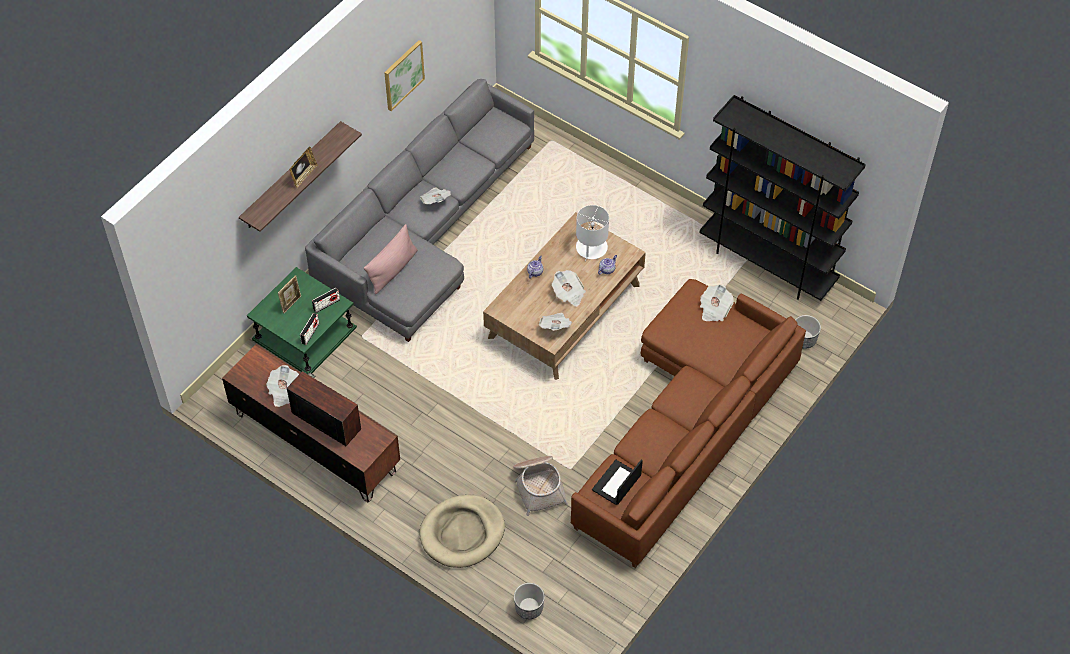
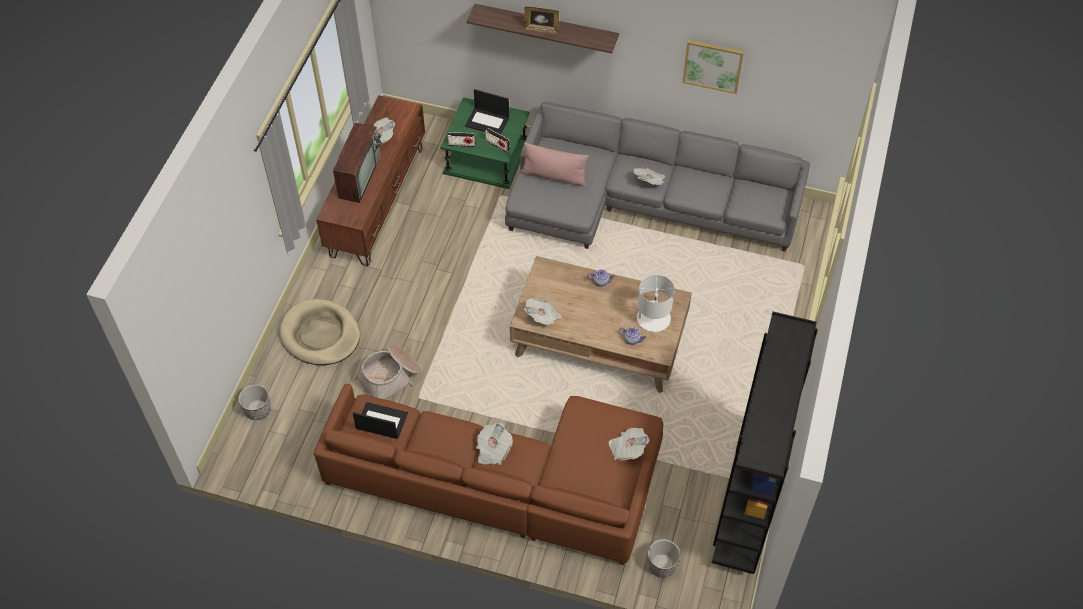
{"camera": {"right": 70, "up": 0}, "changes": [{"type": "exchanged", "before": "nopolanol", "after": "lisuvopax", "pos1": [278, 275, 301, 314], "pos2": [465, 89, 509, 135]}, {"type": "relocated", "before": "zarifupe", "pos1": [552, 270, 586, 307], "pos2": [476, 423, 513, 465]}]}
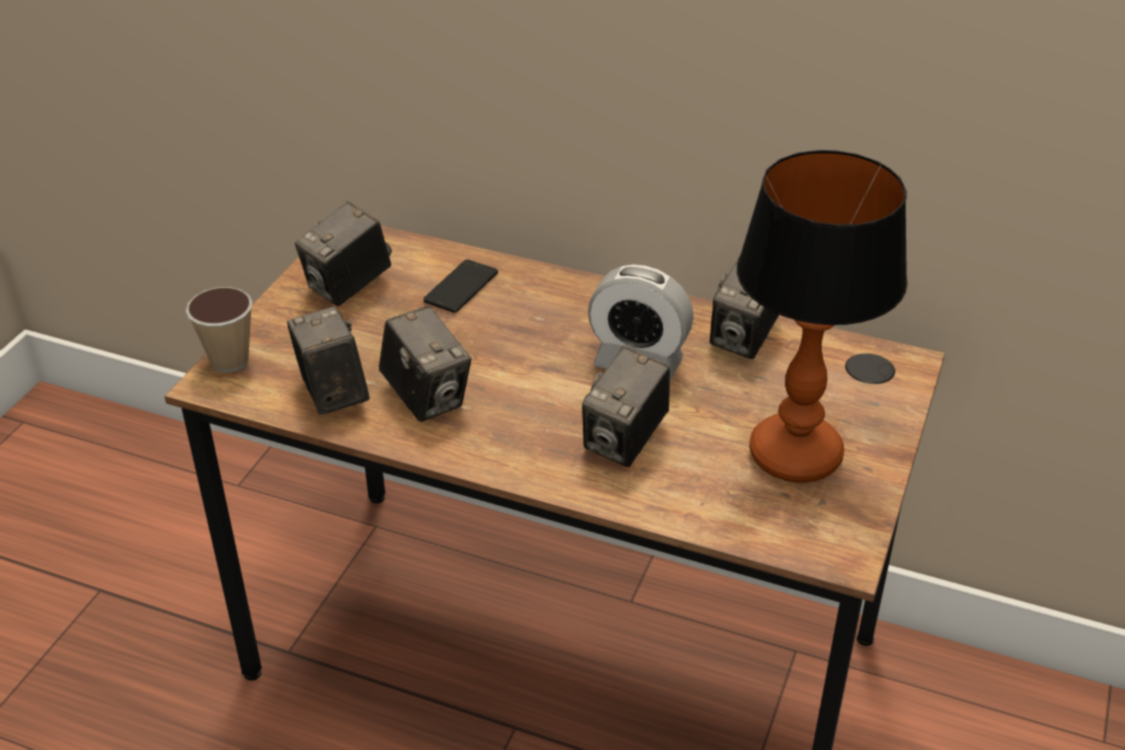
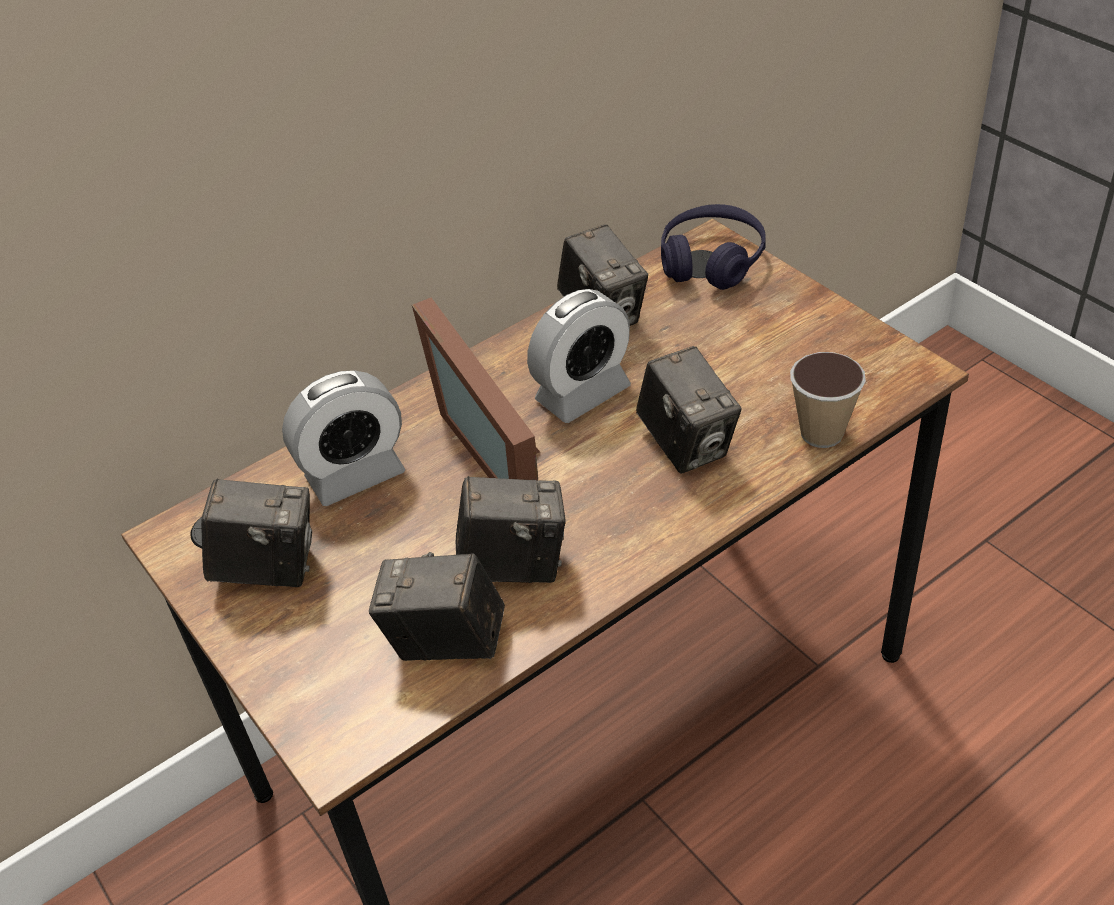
{"camera": {"right": -55, "up": 5}, "changes": [{"type": "spun", "before": "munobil", "pos1": [295, 201, 391, 306], "pos2": [201, 479, 312, 587], "turn": -75}, {"type": "exchanged", "before": "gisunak", "after": "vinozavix", "pos1": [423, 259, 498, 313], "pos2": [282, 370, 406, 506]}, {"type": "appeared", "after": "nopolanol", "pos2": [412, 298, 540, 480]}, {"type": "appeared", "after": "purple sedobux", "pos2": [661, 204, 766, 290]}, {"type": "relocated", "before": "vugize", "pos1": [186, 287, 252, 373], "pos2": [790, 352, 866, 448]}, {"type": "missing", "before": "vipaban", "pos1": [737, 150, 908, 483]}]}
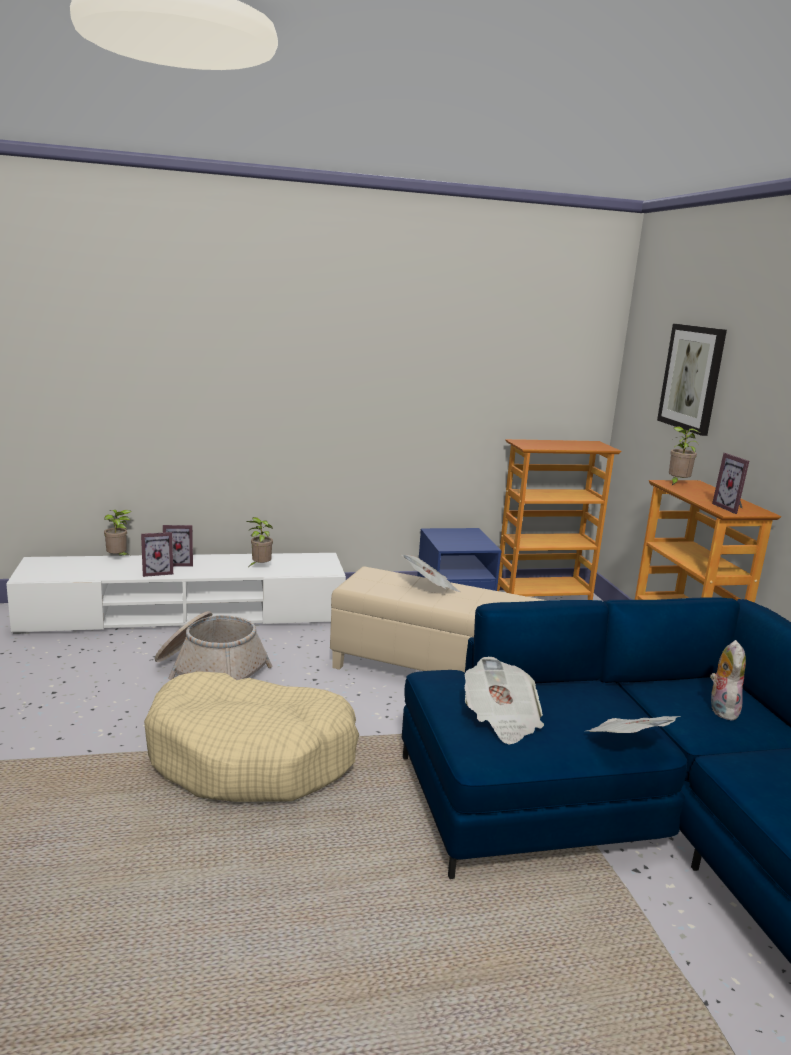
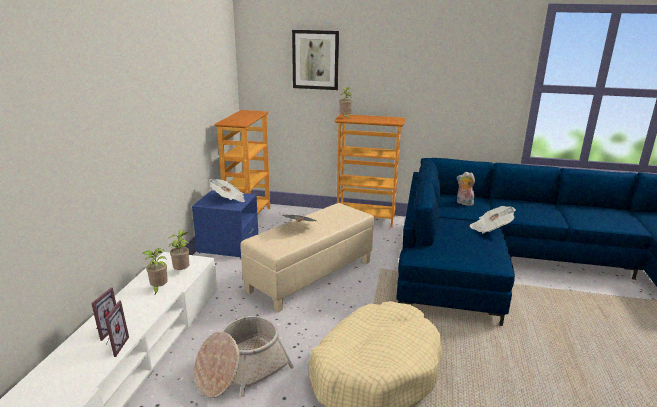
{"camera": {"right": -65, "up": 5}, "changes": [{"type": "relocated", "before": "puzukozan", "pos1": [104, 510, 131, 555], "pos2": [169, 230, 189, 270]}, {"type": "relocated", "before": "zarifupe", "pos1": [464, 657, 544, 745], "pos2": [209, 179, 245, 202]}, {"type": "missing", "before": "nopolanol", "pos1": [712, 453, 749, 514]}]}
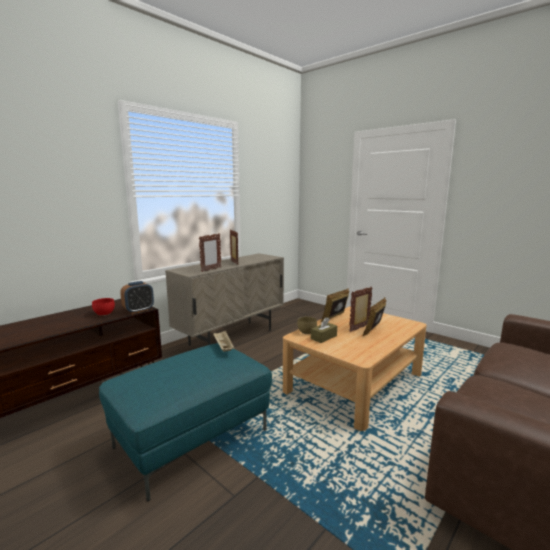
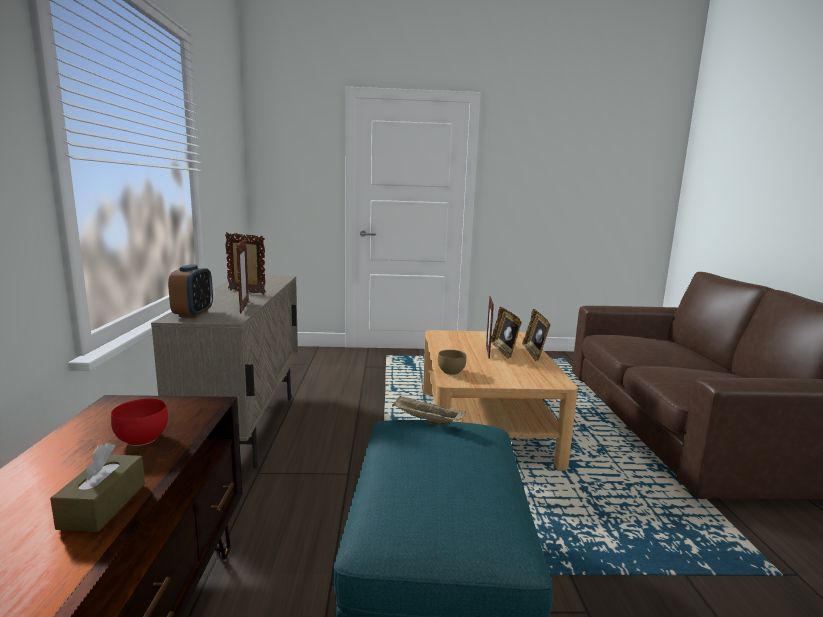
{"camera": {"right": -45, "up": 0}, "changes": [{"type": "relocated", "before": "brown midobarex", "pos1": [311, 317, 337, 343], "pos2": [50, 443, 145, 532]}, {"type": "relocated", "before": "vinozavix", "pos1": [120, 281, 154, 314], "pos2": [168, 264, 213, 318]}, {"type": "relocated", "before": "nopolanol", "pos1": [321, 288, 349, 322], "pos2": [522, 309, 550, 361]}]}
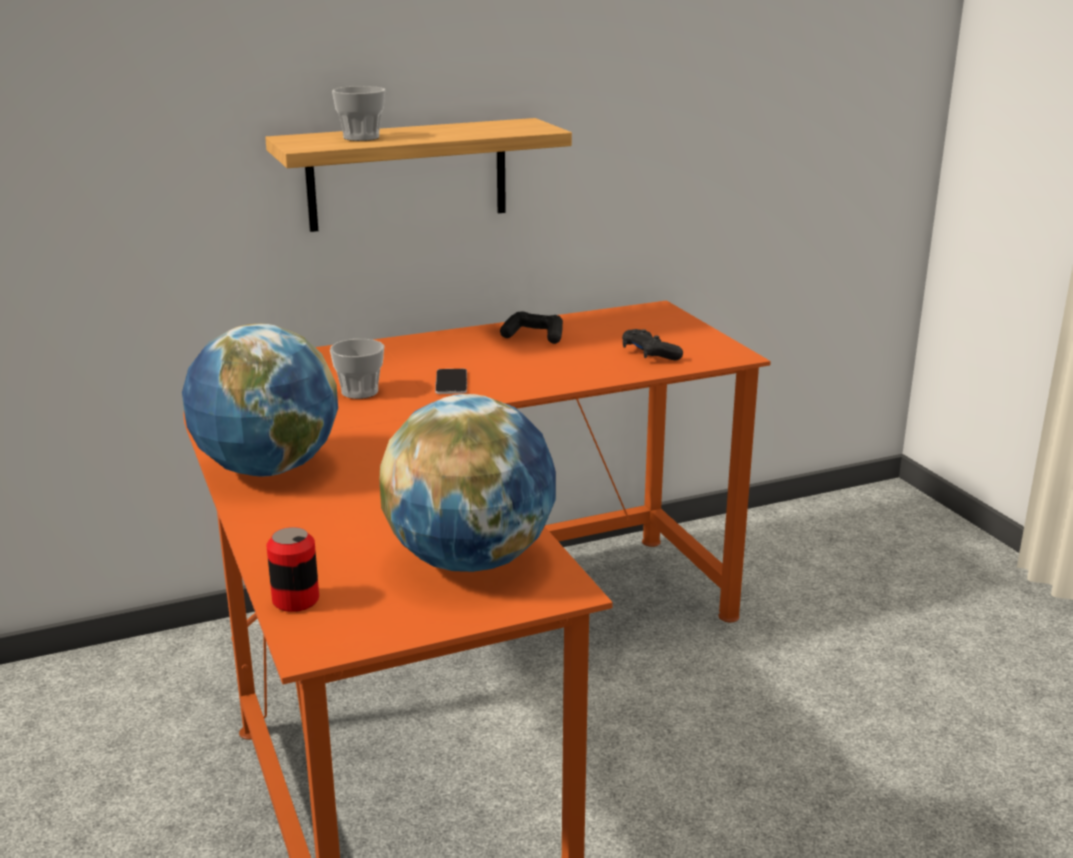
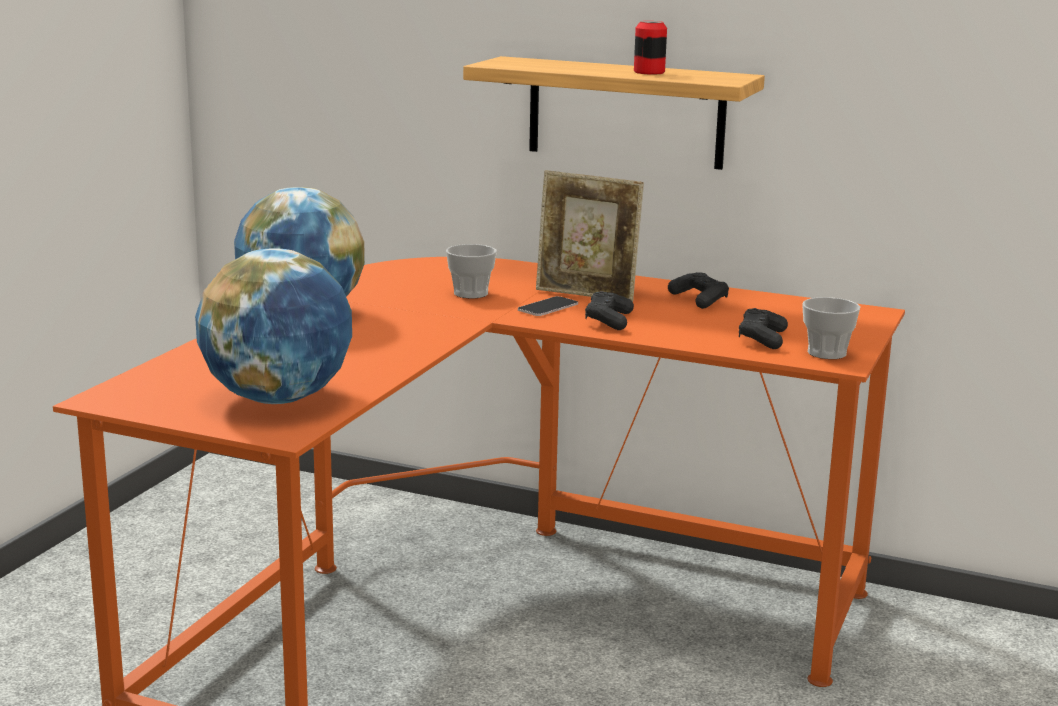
{"camera": {"right": 45, "up": -5}, "changes": [{"type": "appeared", "after": "nopolanol", "pos2": [536, 170, 644, 302]}, {"type": "appeared", "after": "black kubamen", "pos2": [585, 291, 634, 330]}, {"type": "relocated", "before": "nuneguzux", "pos1": [266, 527, 319, 612], "pos2": [634, 21, 667, 75]}, {"type": "relocated", "before": "vugize", "pos1": [332, 86, 385, 141], "pos2": [802, 297, 860, 359]}]}
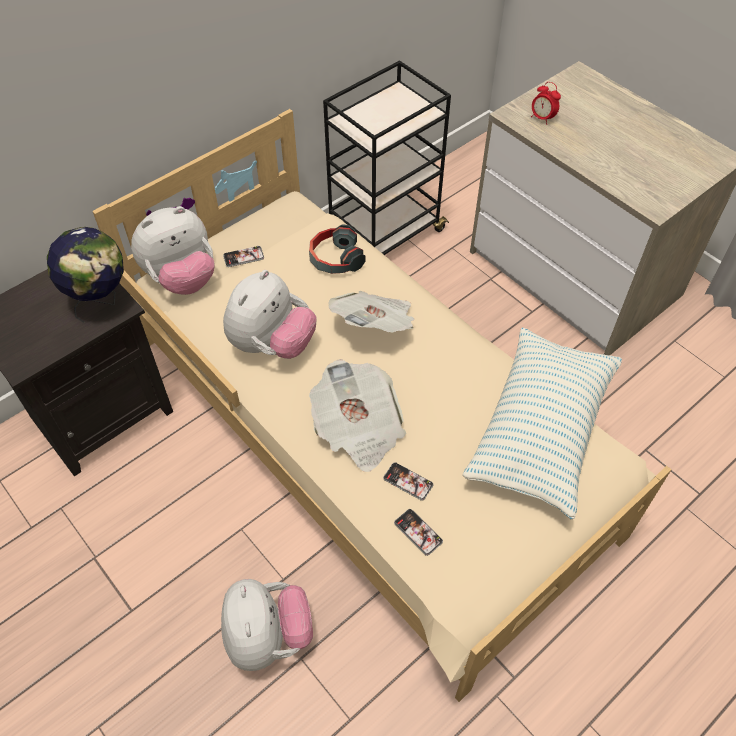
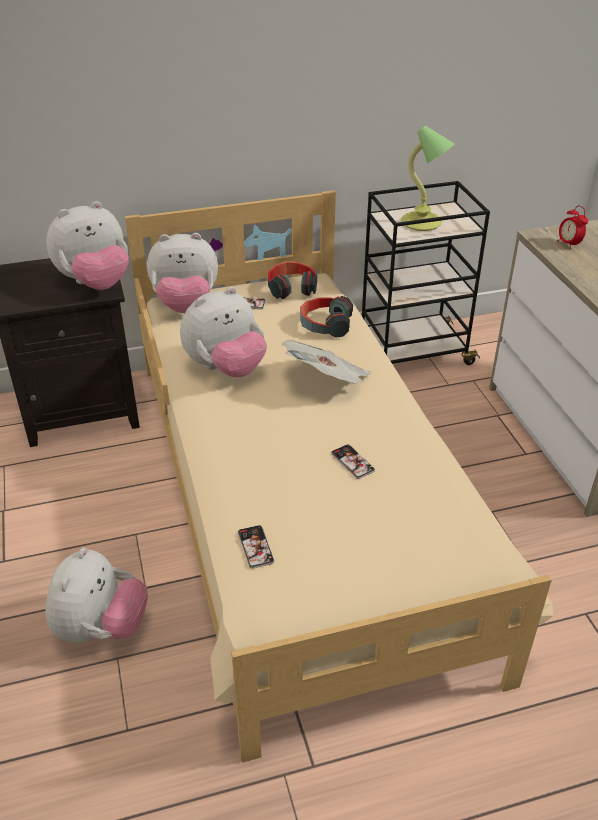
{"camera": {"right": 25, "up": -15}, "changes": [{"type": "exchanged", "before": "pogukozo", "after": "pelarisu", "pos1": [47, 227, 124, 323], "pos2": [46, 201, 129, 290]}, {"type": "appeared", "after": "sedobux", "pos2": [268, 261, 317, 299]}, {"type": "relocated", "before": "gisunak", "pos1": [383, 462, 433, 501], "pos2": [331, 444, 375, 479]}, {"type": "appeared", "after": "vipaban", "pos2": [401, 125, 454, 231]}, {"type": "missing", "before": "zarifupe", "pos1": [309, 359, 406, 472]}, {"type": "missing", "before": "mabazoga", "pos1": [462, 328, 622, 519]}]}
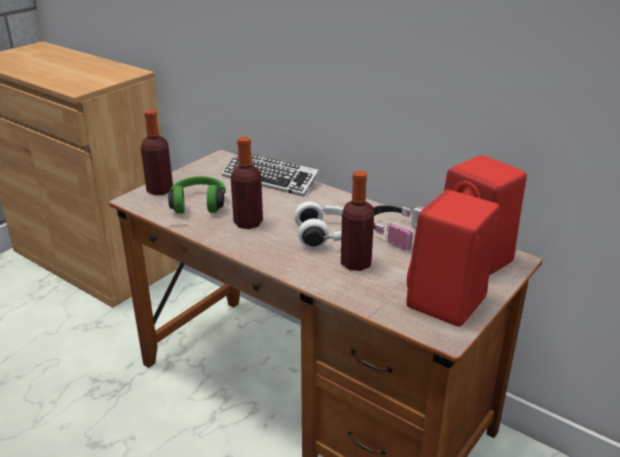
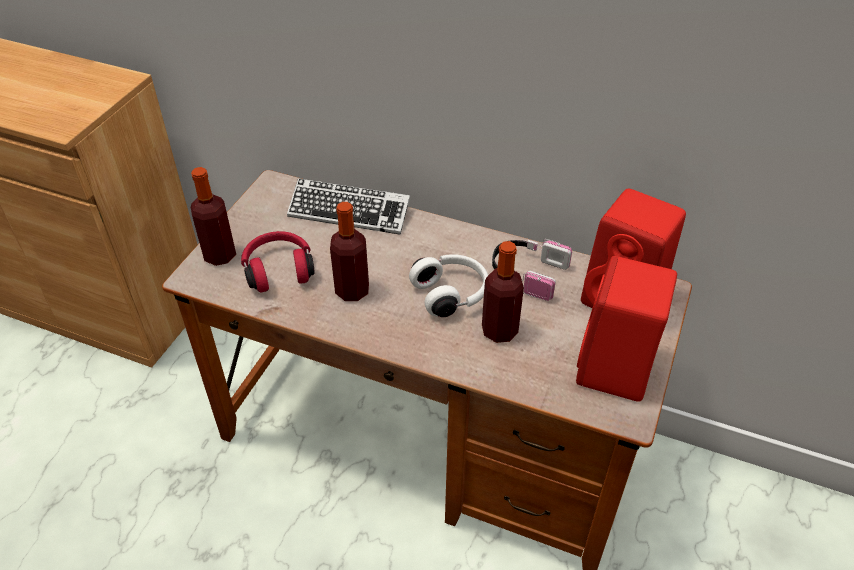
{"camera": {"right": -15, "up": 15}, "changes": [{"type": "colour", "before": "green sedobux", "after": "red sedobux", "pos1": [168, 176, 226, 214], "pos2": [241, 231, 315, 292]}]}
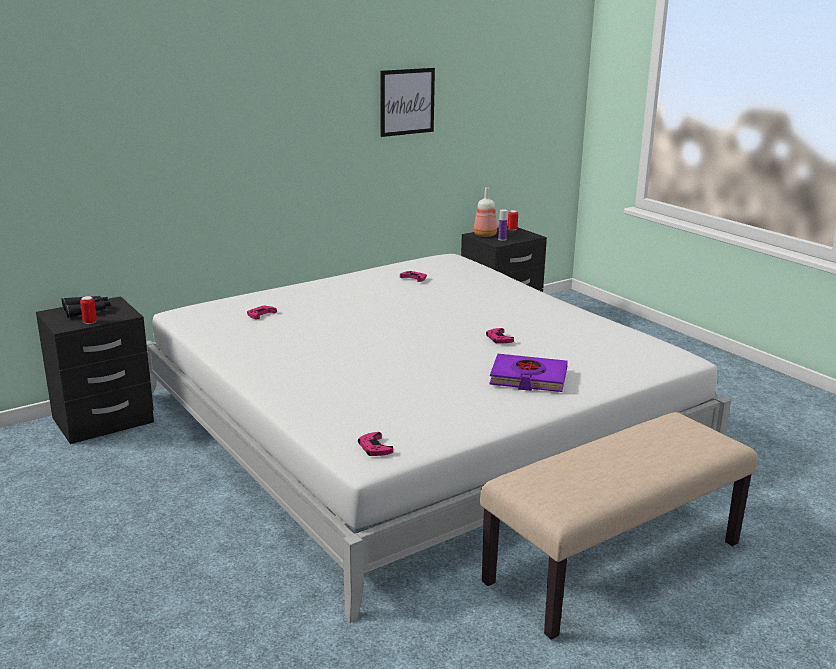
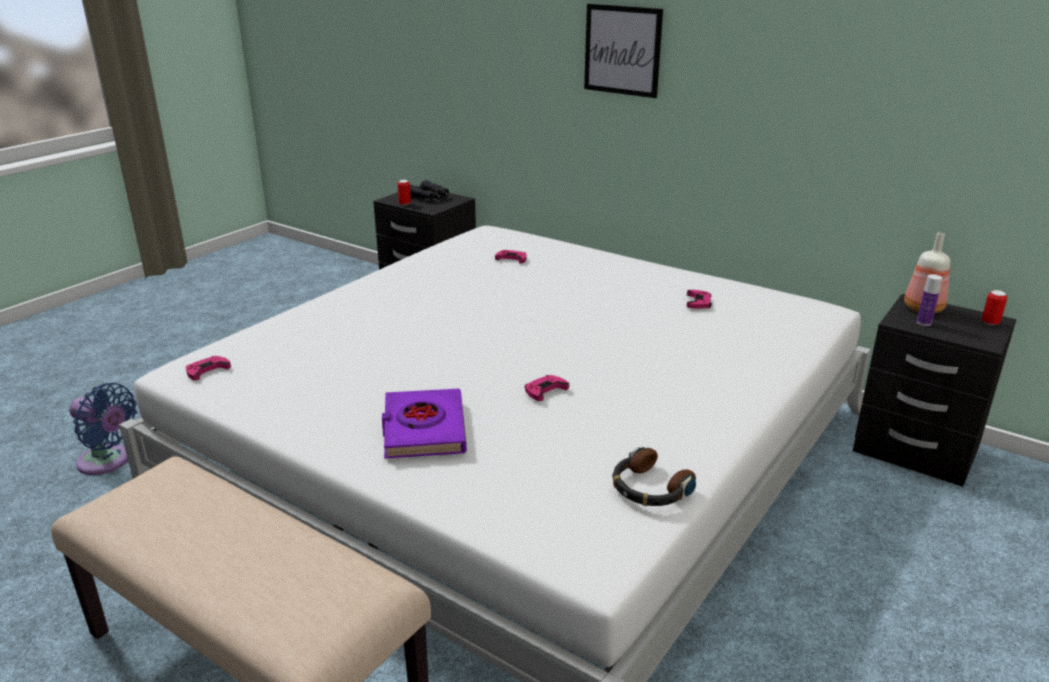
{"camera": {"right": 70, "up": 5}, "changes": [{"type": "appeared", "after": "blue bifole", "pos2": [69, 383, 137, 475]}, {"type": "relocated", "before": "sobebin", "pos1": [380, 68, 435, 137], "pos2": [584, 4, 663, 98]}, {"type": "appeared", "after": "sedobux", "pos2": [612, 447, 696, 506]}]}
